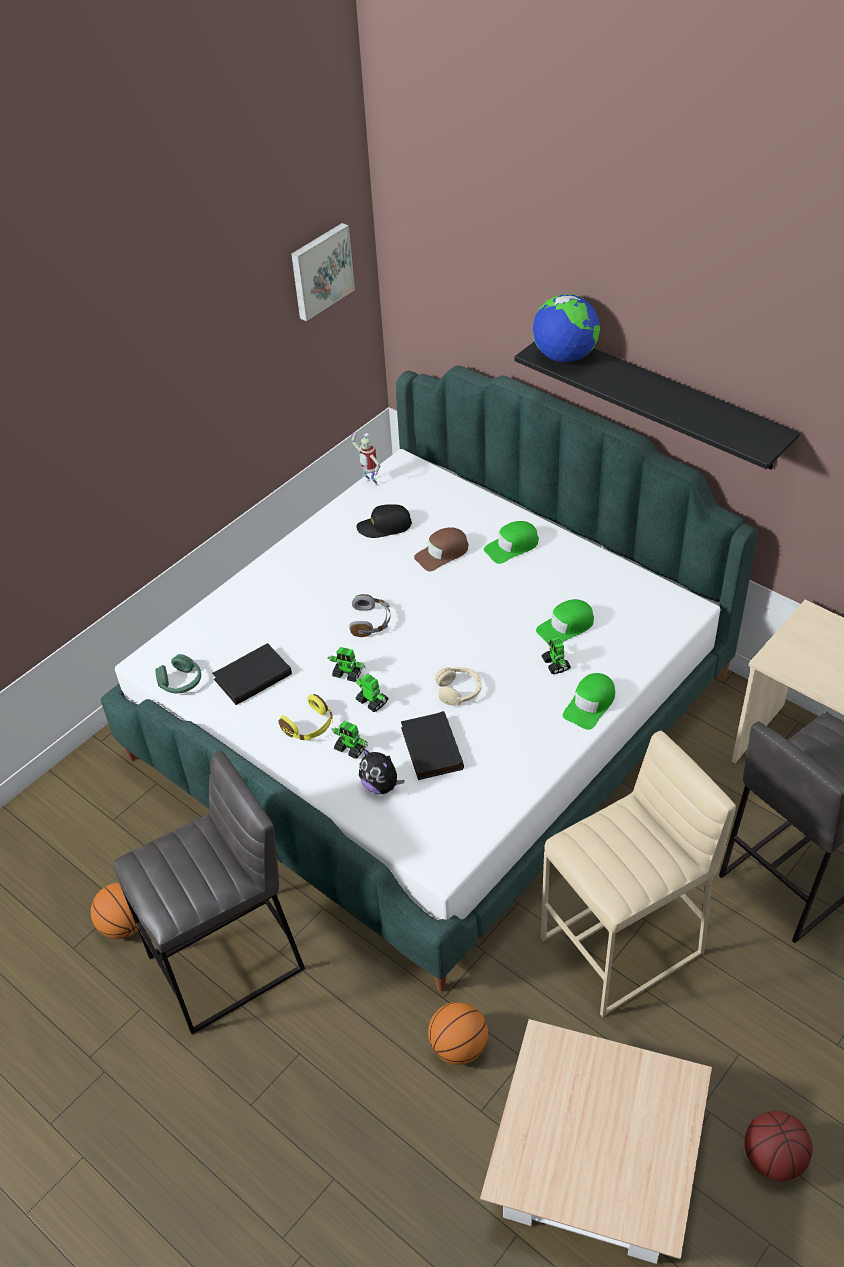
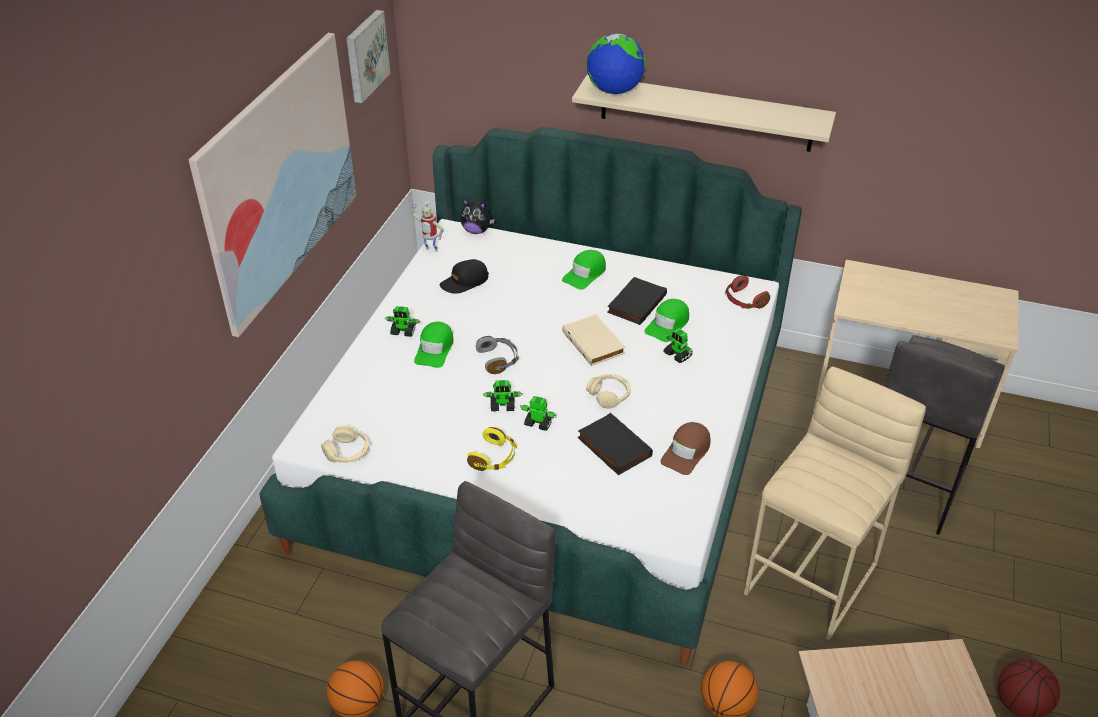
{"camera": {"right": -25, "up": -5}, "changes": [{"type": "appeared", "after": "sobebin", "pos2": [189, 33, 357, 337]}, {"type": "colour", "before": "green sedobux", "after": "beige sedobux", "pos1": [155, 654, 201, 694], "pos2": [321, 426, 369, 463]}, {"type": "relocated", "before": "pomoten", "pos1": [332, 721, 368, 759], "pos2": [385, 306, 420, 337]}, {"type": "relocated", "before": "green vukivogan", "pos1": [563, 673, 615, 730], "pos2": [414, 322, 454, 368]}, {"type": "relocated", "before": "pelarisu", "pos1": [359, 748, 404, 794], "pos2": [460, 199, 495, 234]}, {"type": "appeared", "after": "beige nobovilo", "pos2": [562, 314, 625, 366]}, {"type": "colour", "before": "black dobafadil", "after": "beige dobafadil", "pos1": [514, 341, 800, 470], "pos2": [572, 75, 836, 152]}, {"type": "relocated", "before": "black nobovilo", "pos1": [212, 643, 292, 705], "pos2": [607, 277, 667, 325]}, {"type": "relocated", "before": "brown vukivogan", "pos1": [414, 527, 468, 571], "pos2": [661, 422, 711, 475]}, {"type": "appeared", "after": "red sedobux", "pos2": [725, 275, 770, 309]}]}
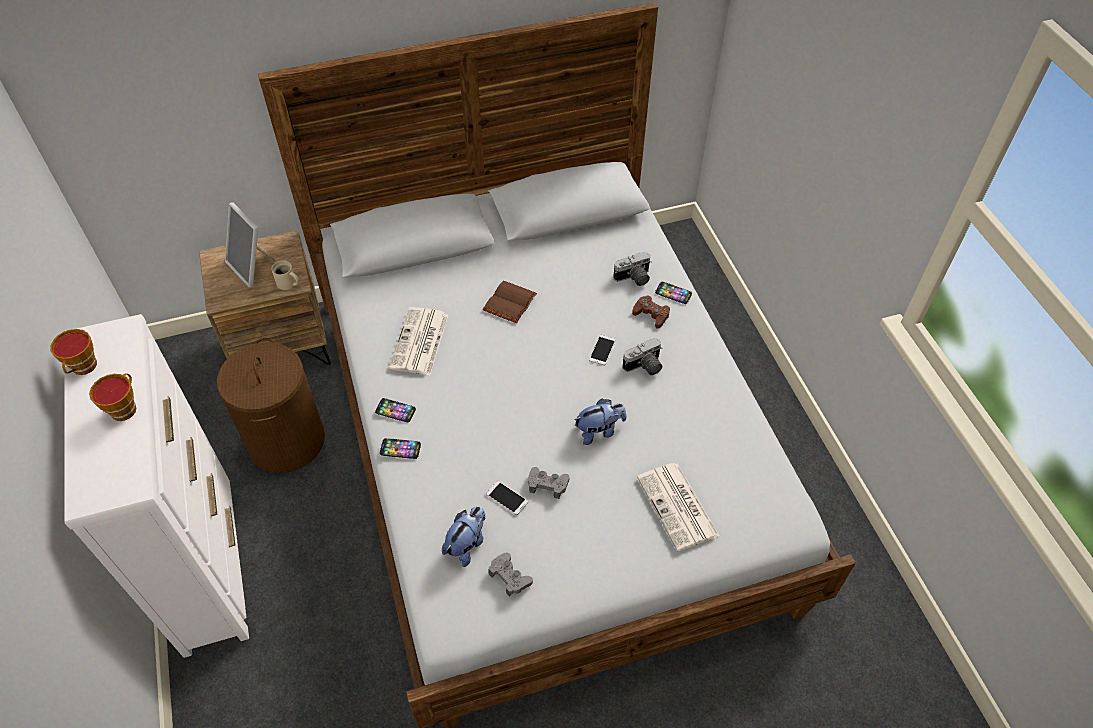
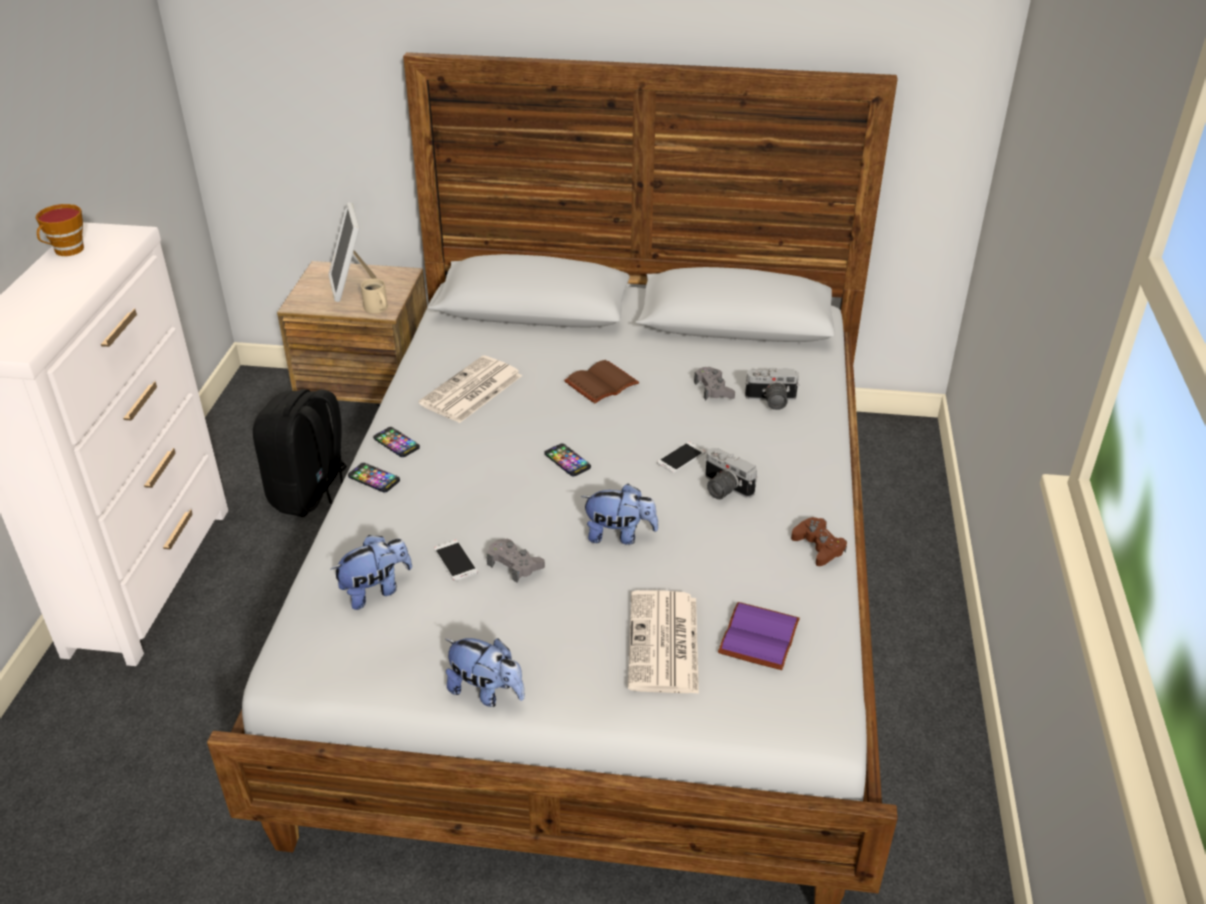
{"camera": {"right": 25, "up": -15}, "changes": [{"type": "exchanged", "before": "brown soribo", "after": "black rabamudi", "pos1": [216, 338, 325, 473], "pos2": [253, 389, 347, 517]}, {"type": "appeared", "after": "pelarisu", "pos2": [445, 638, 525, 707]}, {"type": "relocated", "before": "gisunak", "pos1": [655, 281, 692, 304], "pos2": [544, 443, 591, 476]}, {"type": "relocated", "before": "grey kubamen", "pos1": [488, 553, 533, 597], "pos2": [694, 367, 735, 400]}, {"type": "spun", "before": "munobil", "pos1": [623, 337, 662, 375], "pos2": [704, 448, 757, 500], "turn": 45}, {"type": "appeared", "after": "purple nobovilo", "pos2": [718, 602, 800, 670]}, {"type": "relocated", "before": "brown kubamen", "pos1": [632, 295, 670, 329], "pos2": [791, 517, 847, 566]}, {"type": "missing", "before": "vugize", "pos1": [89, 373, 136, 421]}]}
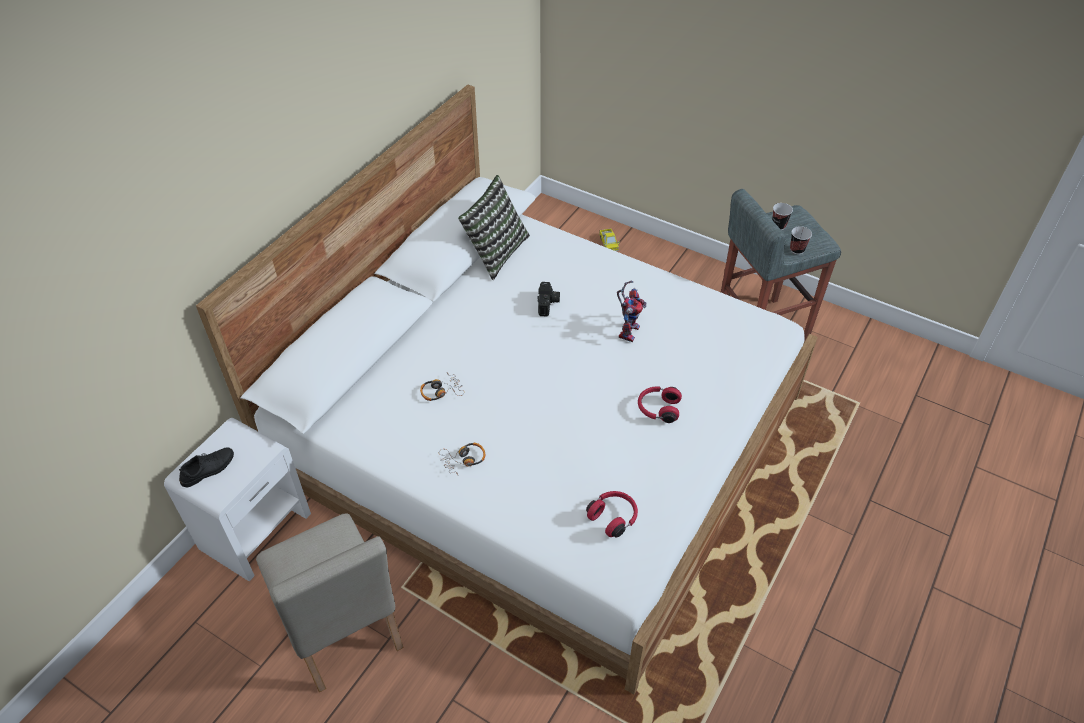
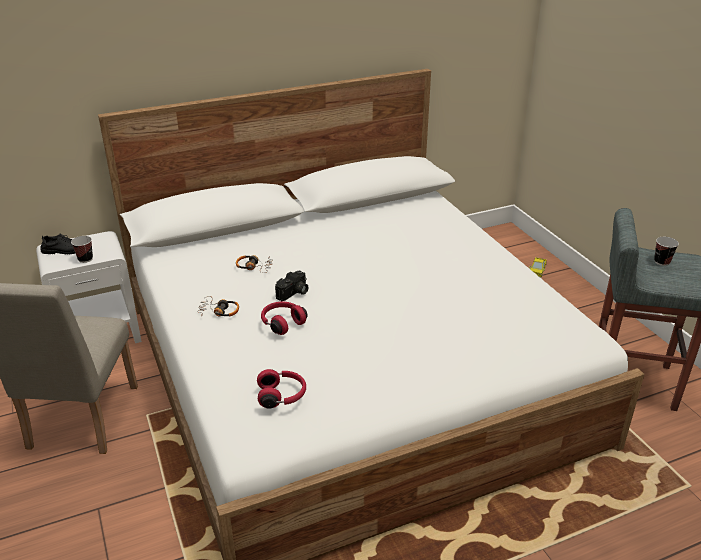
{"camera": {"right": 35, "up": -15}, "changes": [{"type": "relocated", "before": "vugize", "pos1": [790, 226, 812, 255], "pos2": [71, 236, 93, 263]}, {"type": "relocated", "before": "red sedobux", "pos1": [638, 386, 682, 423], "pos2": [261, 302, 307, 335]}, {"type": "relocated", "before": "munobil", "pos1": [537, 282, 560, 316], "pos2": [275, 271, 309, 301]}, {"type": "missing", "before": "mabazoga", "pos1": [458, 175, 530, 280]}, {"type": "missing", "before": "pomoten", "pos1": [617, 281, 646, 342]}]}
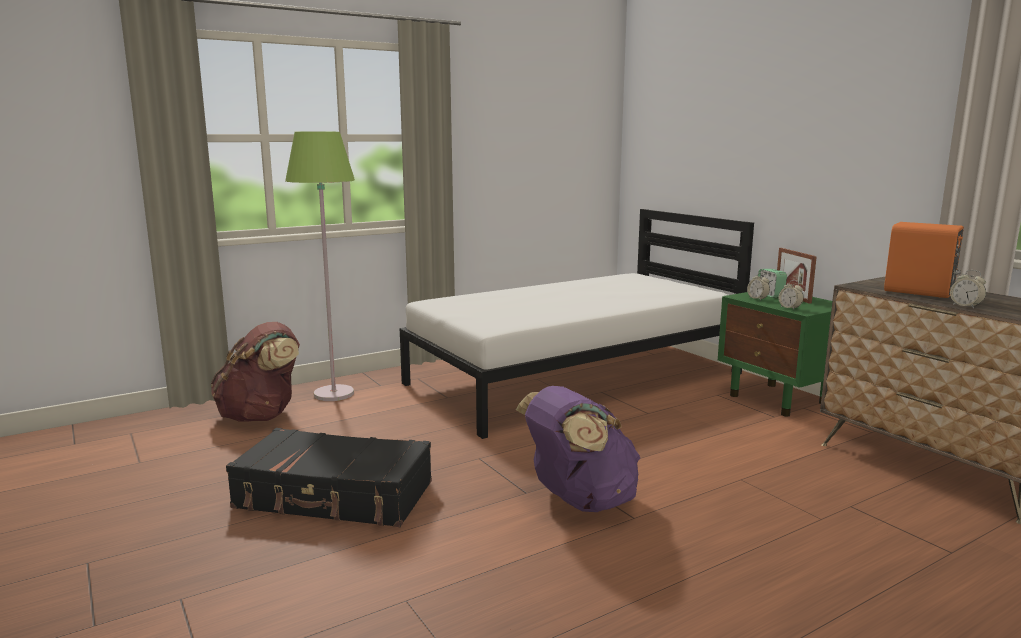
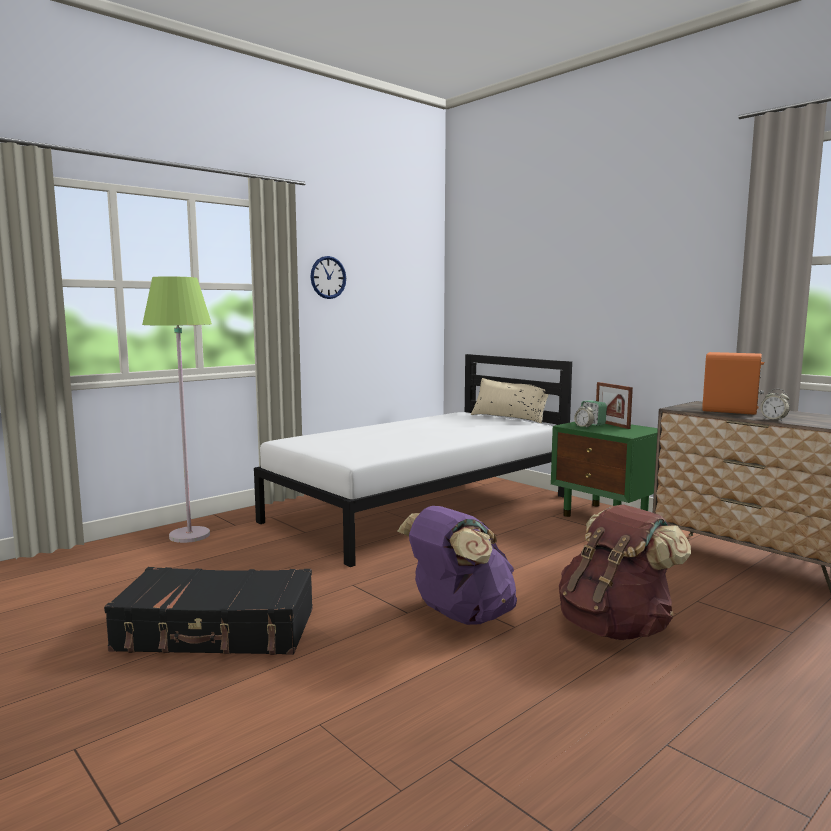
{"camera": {"right": -10, "up": -5}, "changes": [{"type": "appeared", "after": "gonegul", "pos2": [311, 256, 346, 299]}, {"type": "appeared", "after": "beige mabazoga", "pos2": [471, 378, 549, 423]}, {"type": "relocated", "before": "brown rabamudi", "pos1": [211, 322, 300, 421], "pos2": [559, 504, 691, 640]}, {"type": "missing", "before": "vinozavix", "pos1": [778, 280, 803, 309]}]}
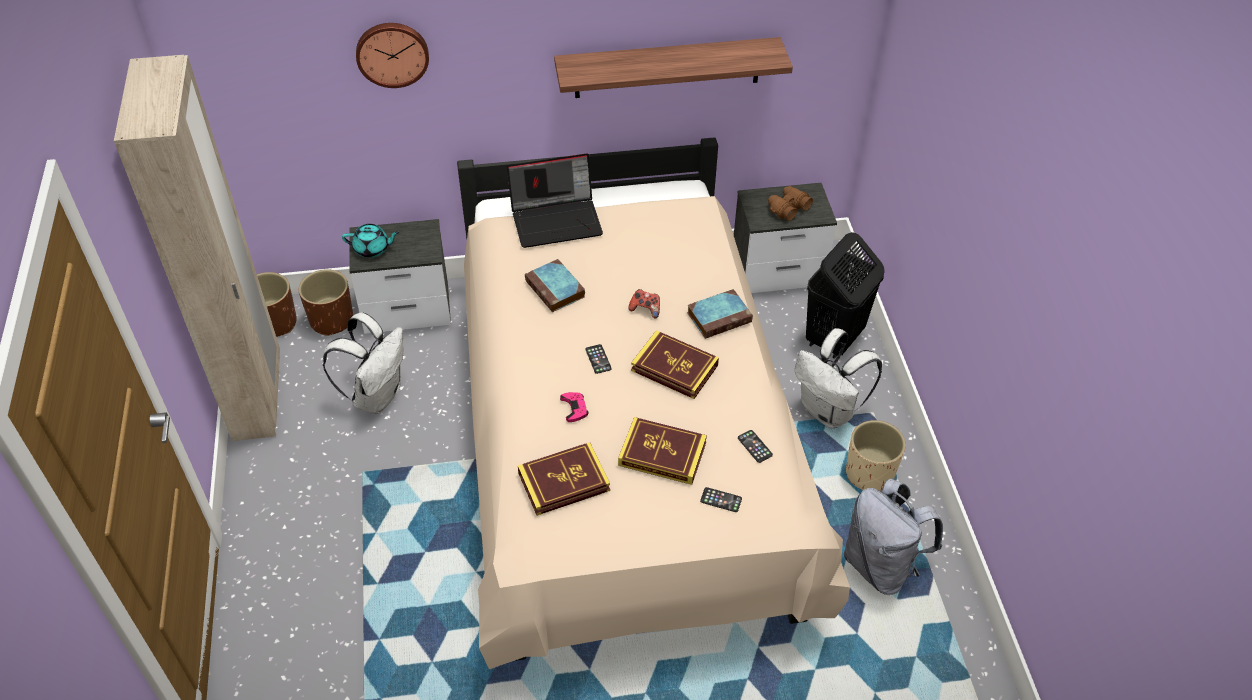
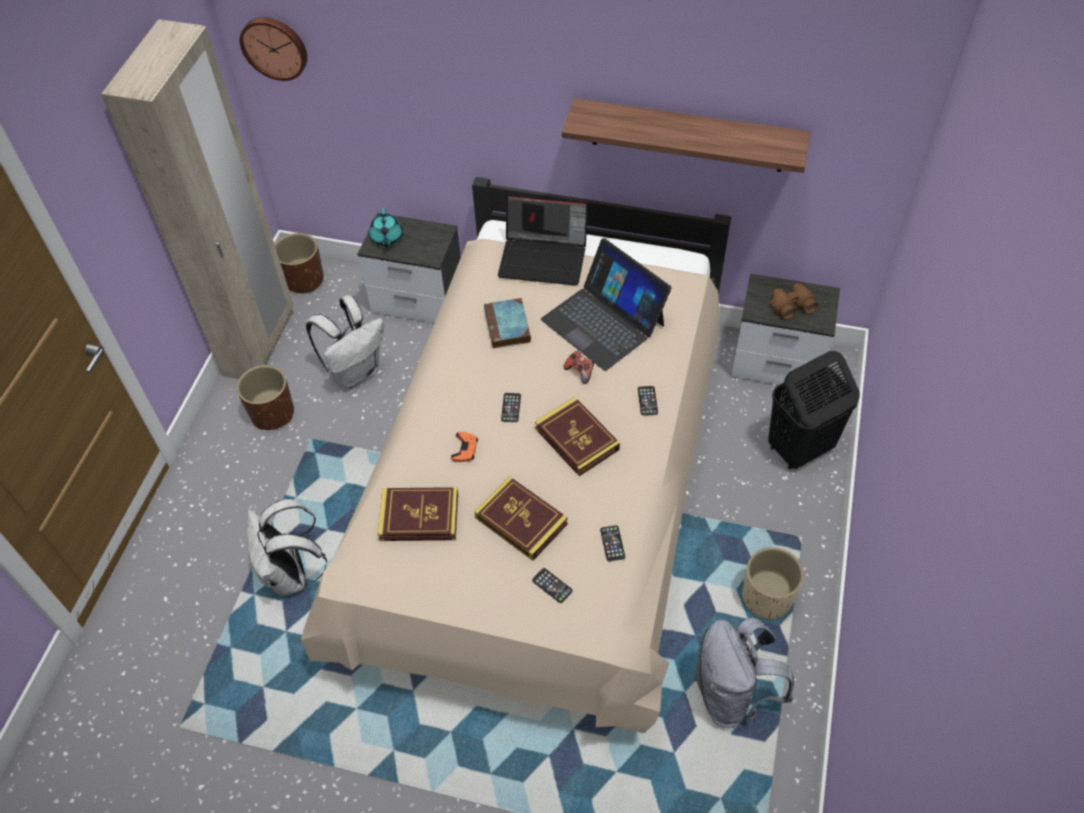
{"camera": {"right": 25, "up": 5}, "changes": [{"type": "relocated", "before": "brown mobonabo", "pos1": [299, 269, 353, 336], "pos2": [237, 365, 294, 430]}, {"type": "relocated", "before": "gonegul", "pos1": [356, 23, 429, 88], "pos2": [240, 17, 307, 81]}, {"type": "relocated", "before": "white rabamudi", "pos1": [795, 328, 882, 429], "pos2": [247, 499, 327, 596]}, {"type": "spun", "before": "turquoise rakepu", "pos1": [342, 224, 399, 257], "pos2": [369, 208, 403, 247], "turn": 60}, {"type": "colour", "before": "pink kubamen", "after": "orange kubamen", "pos1": [560, 392, 589, 422], "pos2": [451, 432, 478, 462]}, {"type": "appeared", "after": "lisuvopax", "pos2": [541, 238, 672, 371]}, {"type": "exchanged", "before": "nobovilo", "after": "gisunak", "pos1": [687, 289, 753, 339], "pos2": [638, 386, 658, 415]}]}
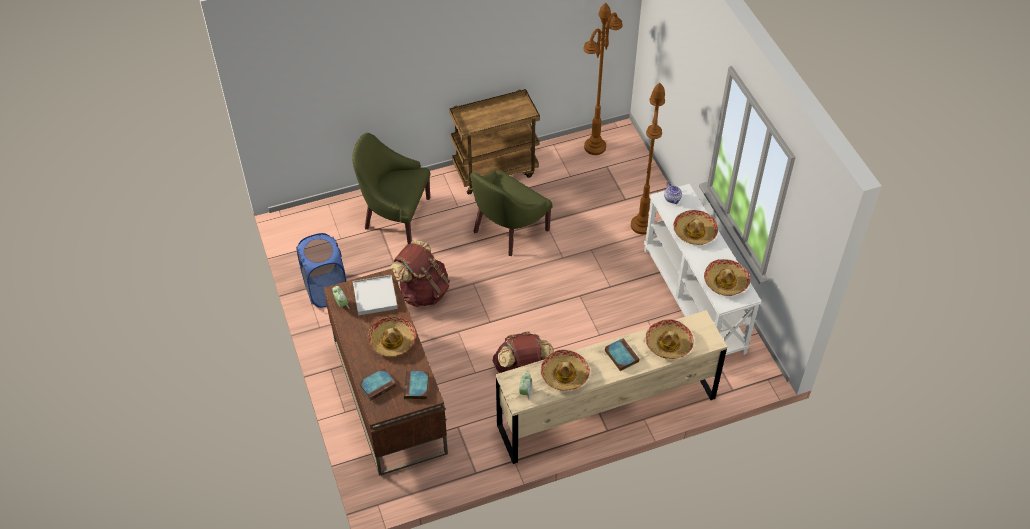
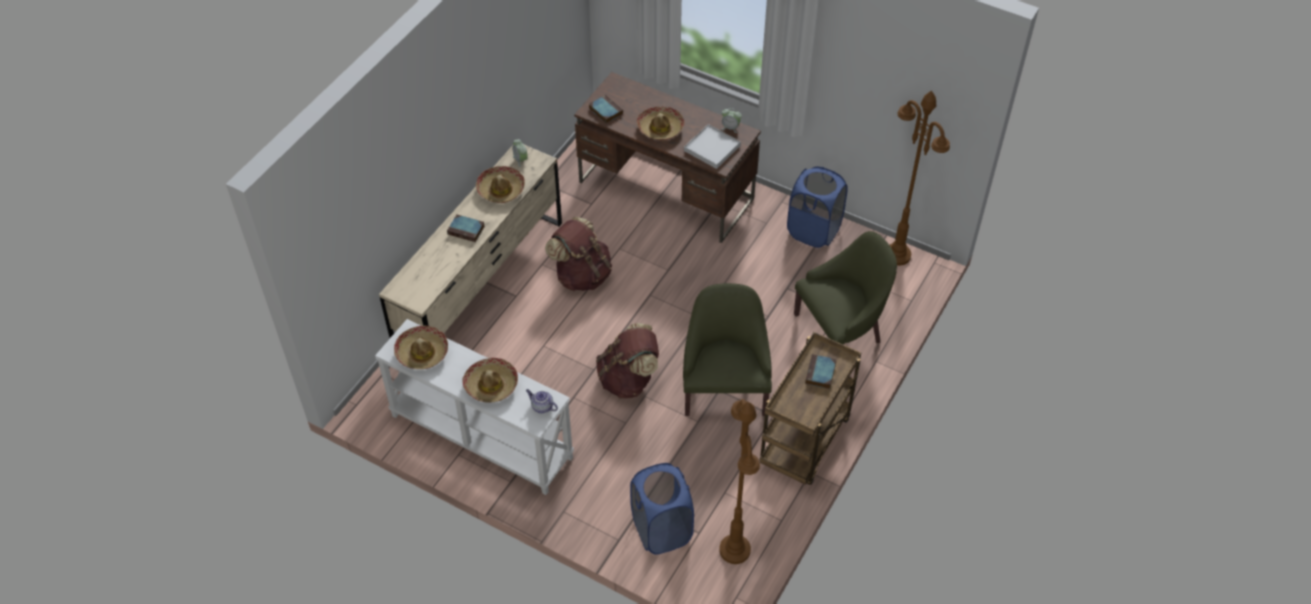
{"camera": {"right": 140, "up": 0}, "changes": [{"type": "relocated", "before": "brown rabamudi", "pos1": [390, 240, 450, 307], "pos2": [596, 323, 659, 398]}, {"type": "appeared", "after": "blue soribo", "pos2": [630, 463, 694, 555]}, {"type": "relocated", "before": "nobovilo", "pos1": [359, 368, 396, 401], "pos2": [805, 354, 836, 389]}, {"type": "relocated", "before": "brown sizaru", "pos1": [631, 83, 665, 234], "pos2": [889, 91, 950, 266]}, {"type": "missing", "before": "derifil", "pos1": [646, 319, 694, 359]}]}
